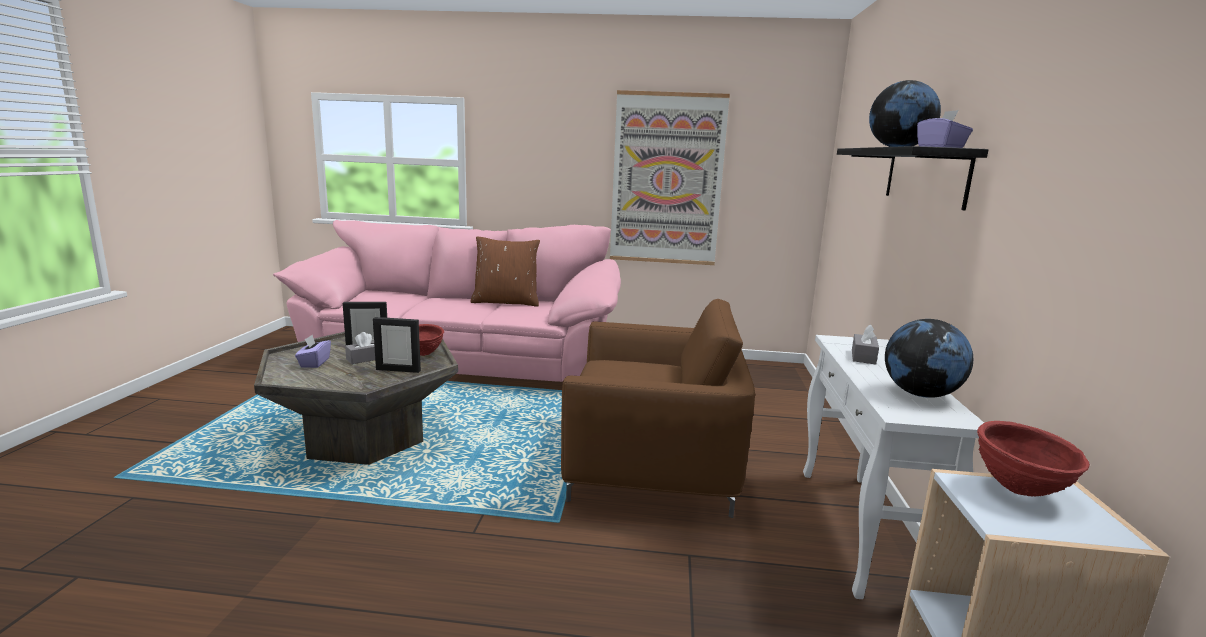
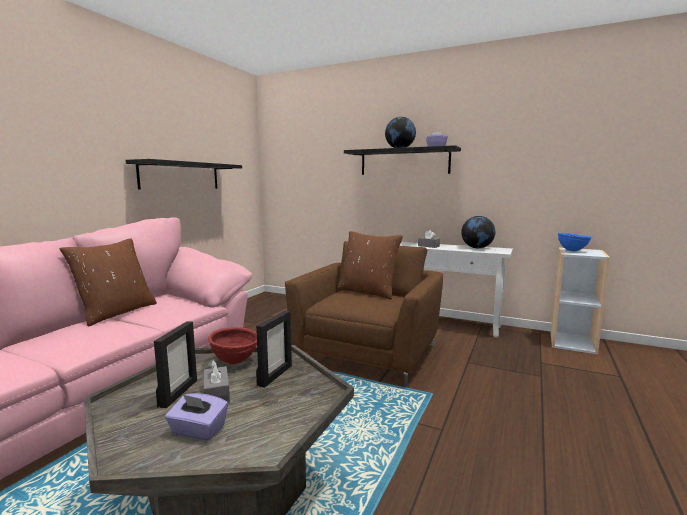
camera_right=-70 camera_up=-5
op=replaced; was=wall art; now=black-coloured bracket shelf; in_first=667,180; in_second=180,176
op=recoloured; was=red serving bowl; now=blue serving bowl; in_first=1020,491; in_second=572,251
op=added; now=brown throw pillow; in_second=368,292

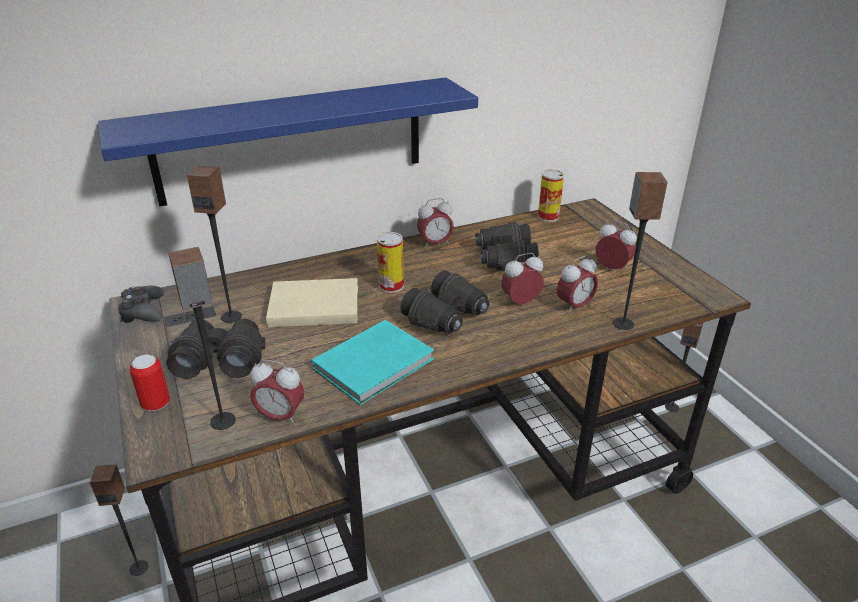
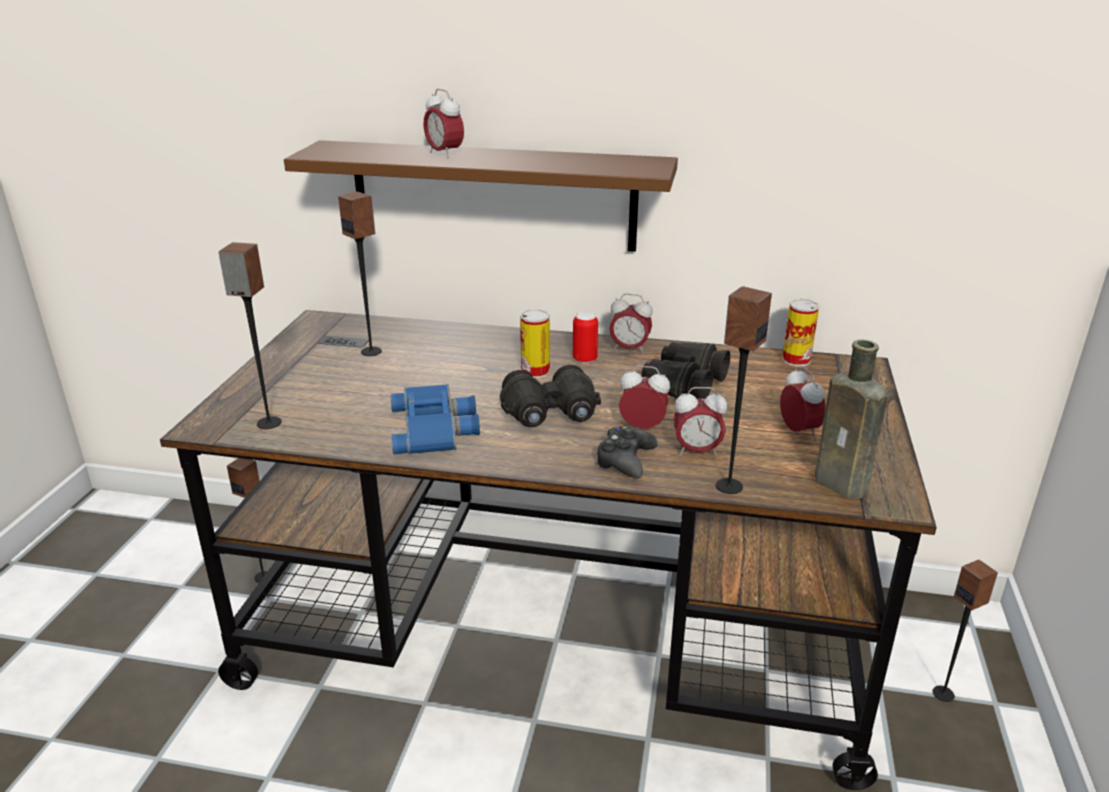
camera_right=35 camera_up=-5
op=recoloured; was=blue bracket shelf; now=brown bracket shelf; in_first=292,141; in_second=493,195
op=removed; was=beige volume; in_first=312,305
op=moved; was=black-coloured joypad; in_first=143,311; in_second=625,460
op=removed; was=black-coloured field glasses; in_first=220,359
op=replaced; was=turquoise-coloured volume; now=blue field glasses; in_first=377,363; in_second=436,428
op=moved; was=sealed can; in_first=156,404; in_second=584,359
op=moved; was=bedside clock; in_first=280,417; in_second=444,154
op=added; now=brown bottle; in_second=844,486

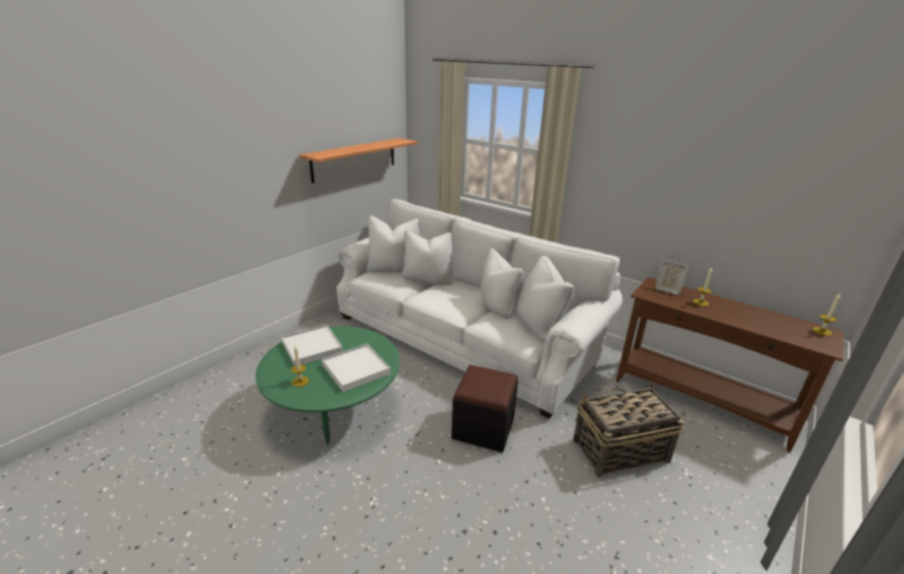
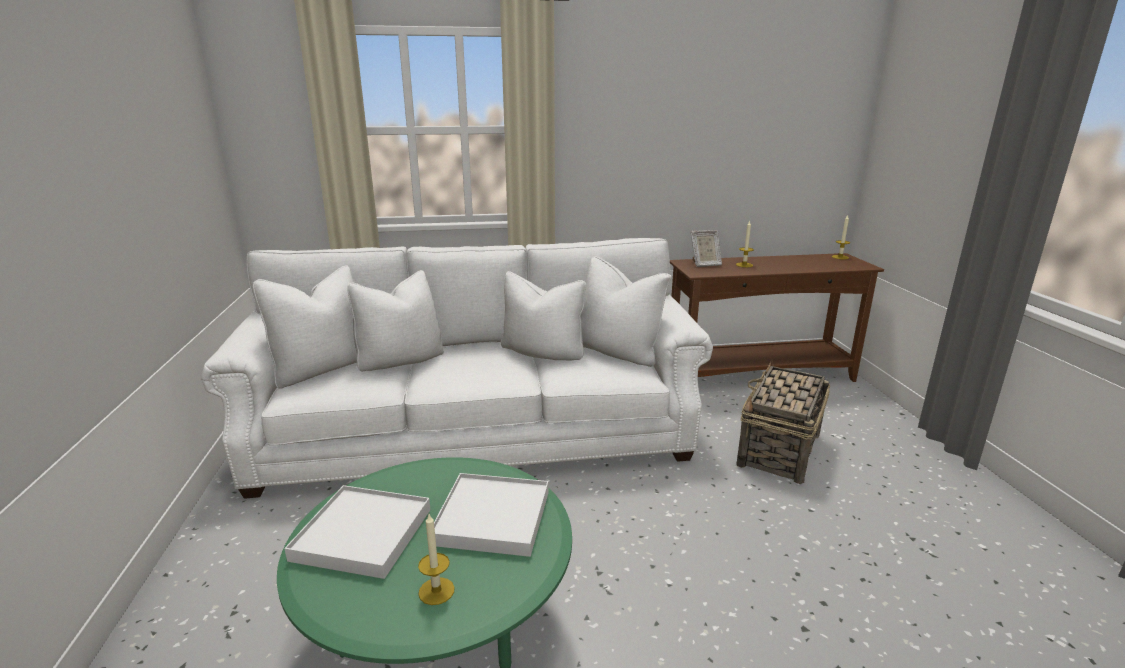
camera_right=-45 camera_up=-5
op=removed; was=bracket shelf; in_first=354,159
op=removed; was=black-coloured ottoman; in_first=483,428

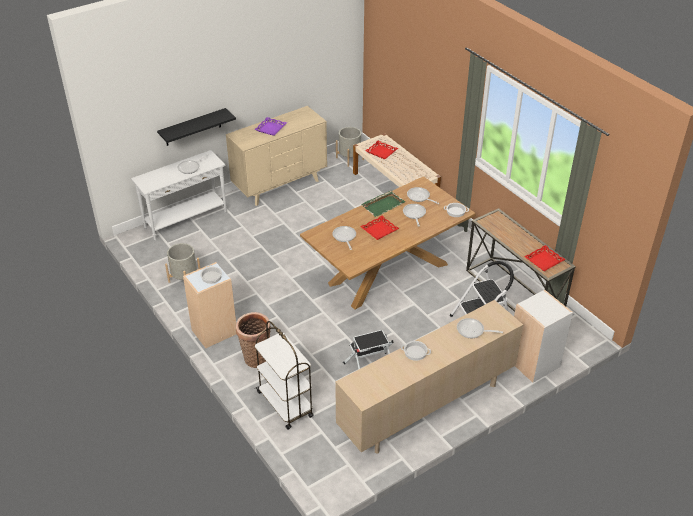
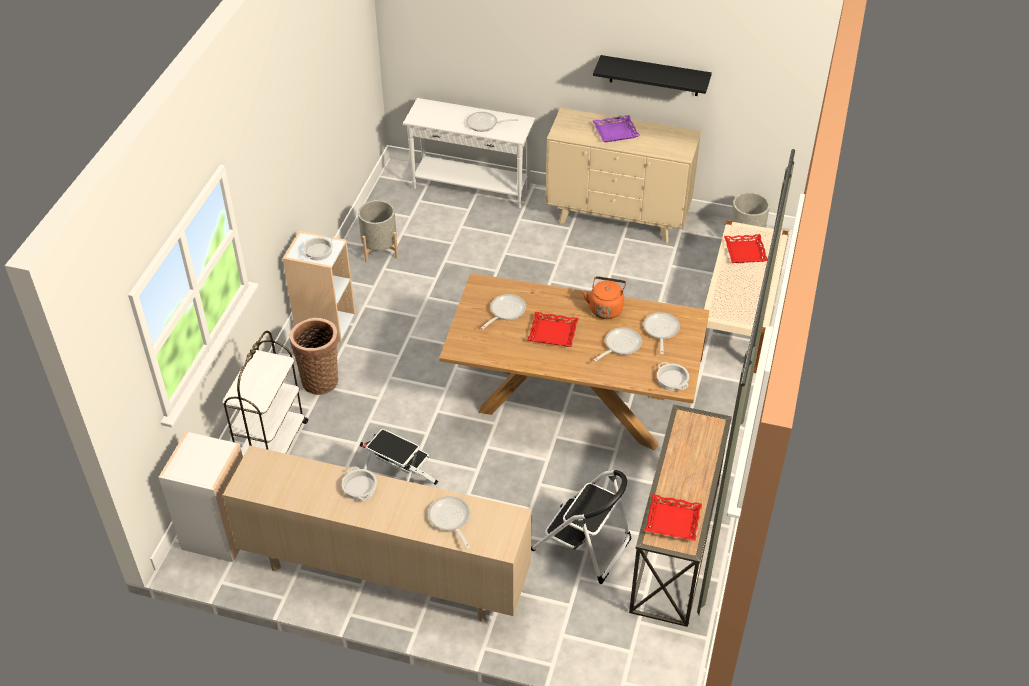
camera_right=50 camera_up=5
op=moved; was=black-coloured bracket shelf; in_first=193,127; in_second=654,76
op=replaced; was=greenish tray; now=orange tea kettle; in_first=383,205; in_second=606,308
op=moved; was=shelving unit; in_first=533,363; in_second=219,532

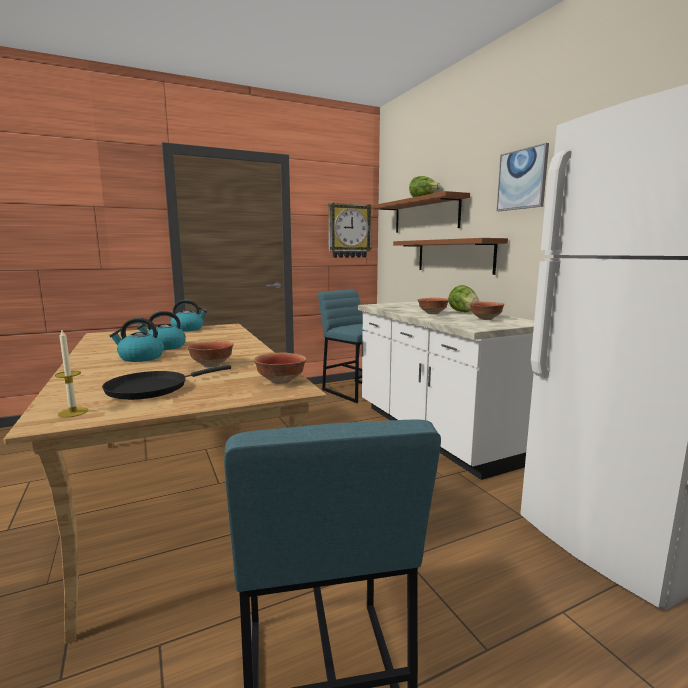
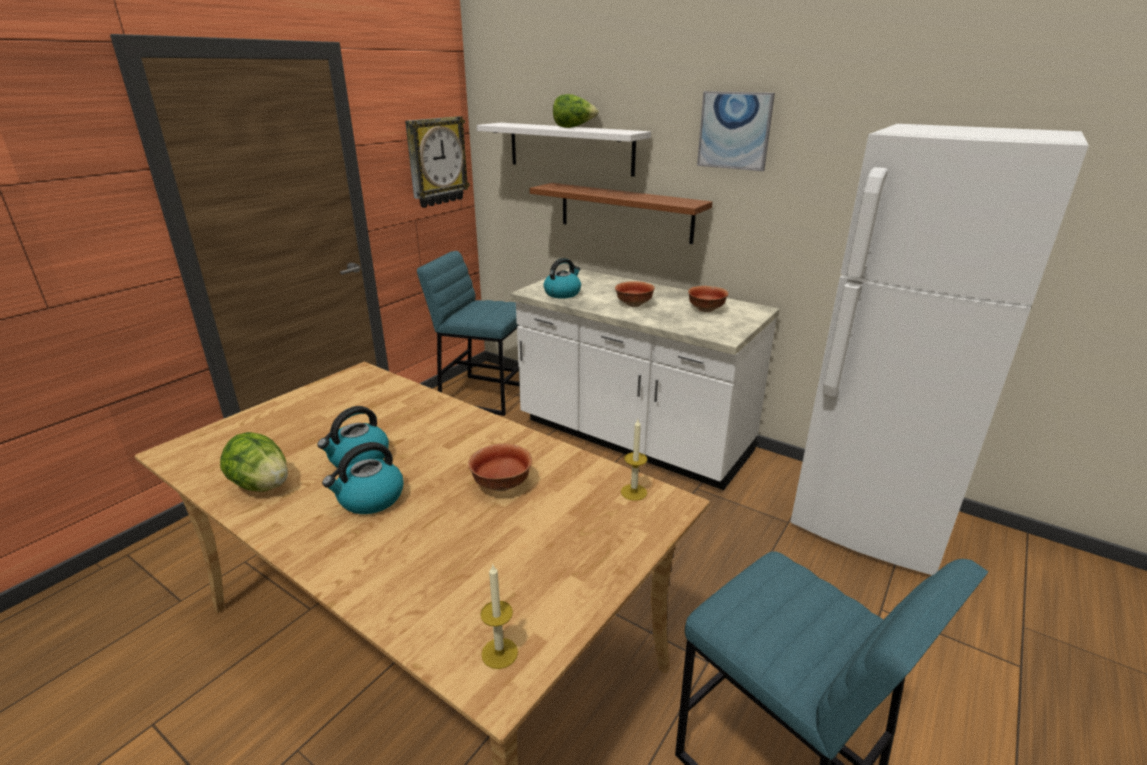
camera_right=-30 camera_up=15
op=recoloured; was=brown bracket shelf; now=whitish bracket shelf; in_first=425,215; in_second=570,148
op=moved; was=head of lettuce; in_first=463,312; in_second=261,485
op=moved; was=tea kettle; in_first=188,329; in_second=562,293
op=replaced; was=serving bowl; now=wax light; in_first=281,381; in_second=633,492
op=removed; was=black-coloured skillet; in_first=152,388

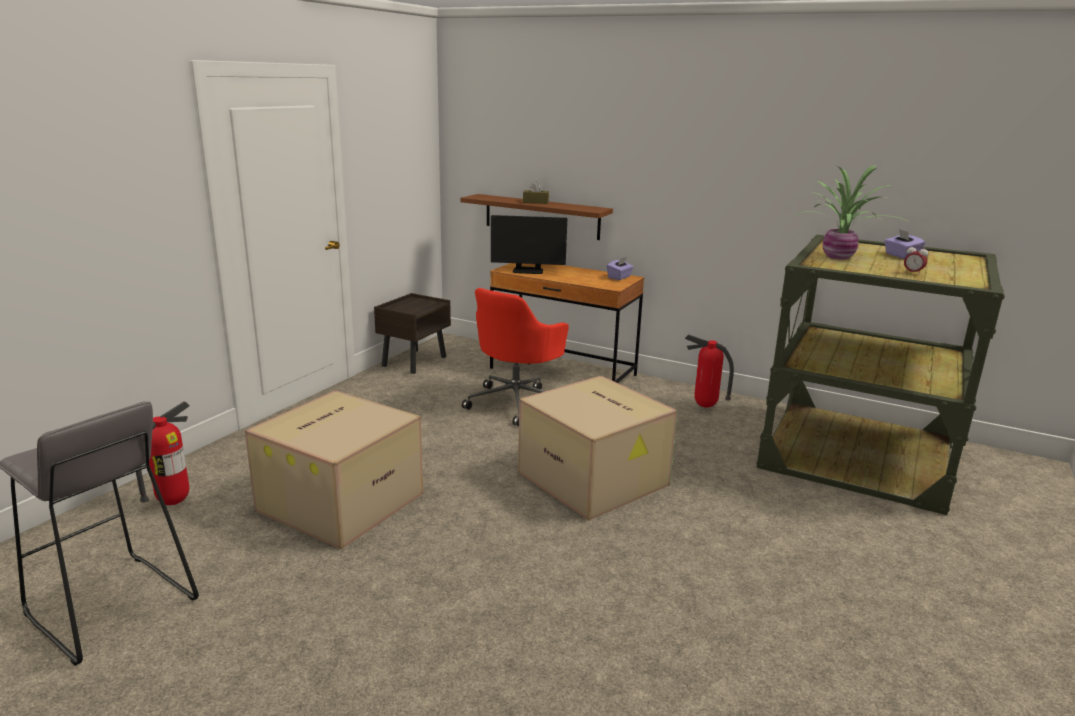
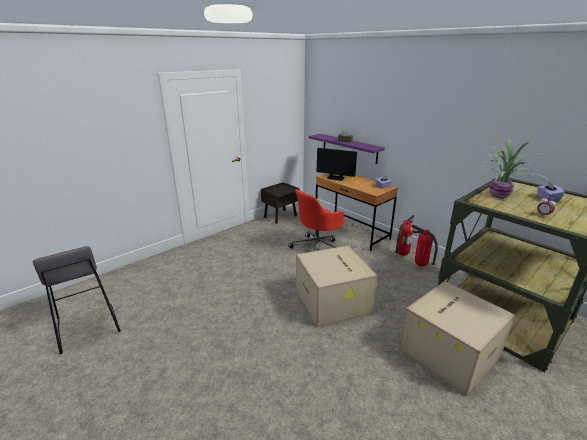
camera_right=20 camera_up=5
op=recoloured; was=brown bracket shelf; now=purple-coloured bracket shelf; in_first=541,216; in_second=349,148
op=moved; was=carton; in_first=341,500; in_second=448,351
op=moved; was=fire-fighting cylinder; in_first=173,502; in_second=402,254

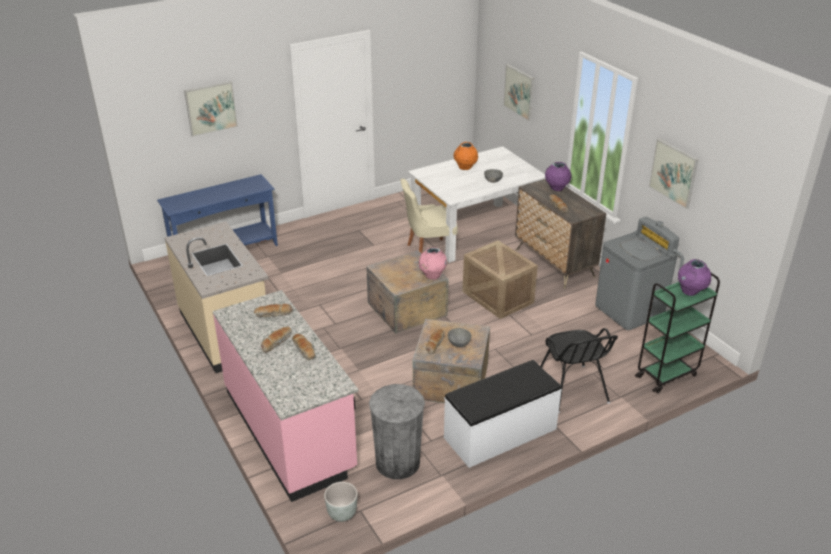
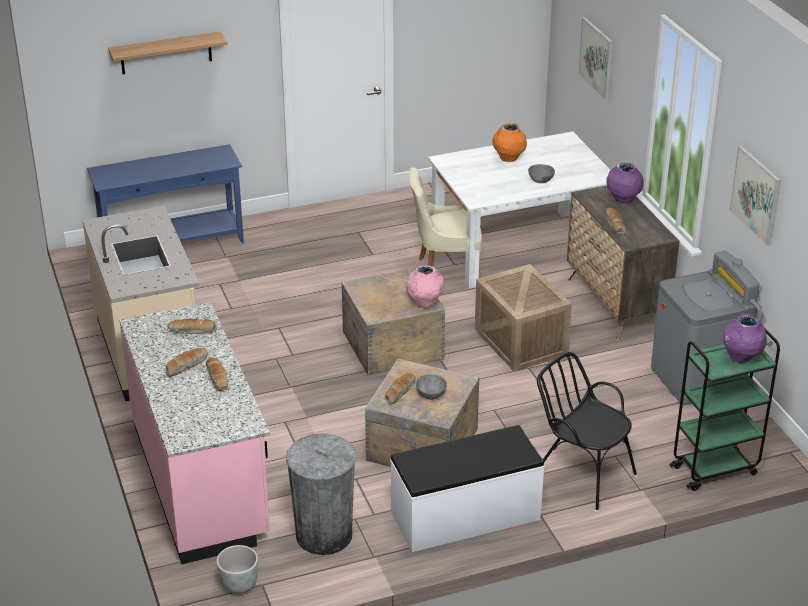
camera_right=10 camera_up=0
op=replaced; was=wall art; now=bracket shelf; in_first=211,108; in_second=166,53
op=turned; was=black-coloured chair; in_first=573,390; in_second=580,474; clockwise=135

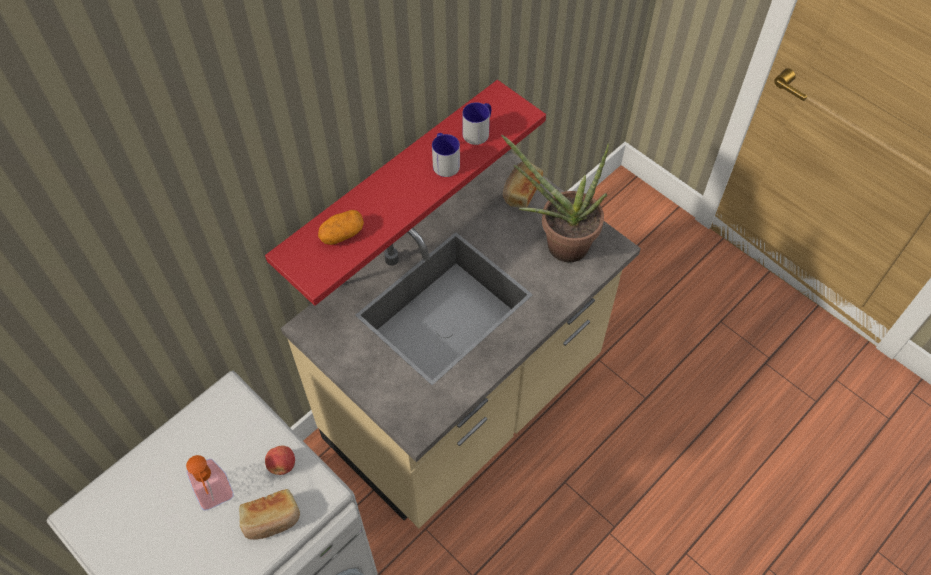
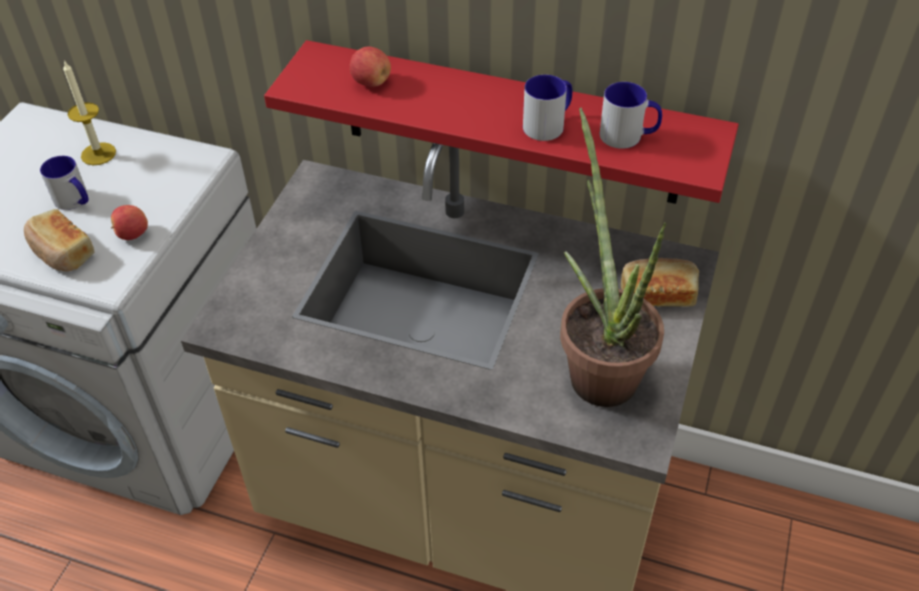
camera_right=65 camera_up=-10
op=replaced; was=whole potato; now=whole apple; in_first=342,234; in_second=371,82
op=replaced; was=liquid soap bottle; now=mug; in_first=216,498; in_second=75,201
op=added; now=wax light; in_second=98,154

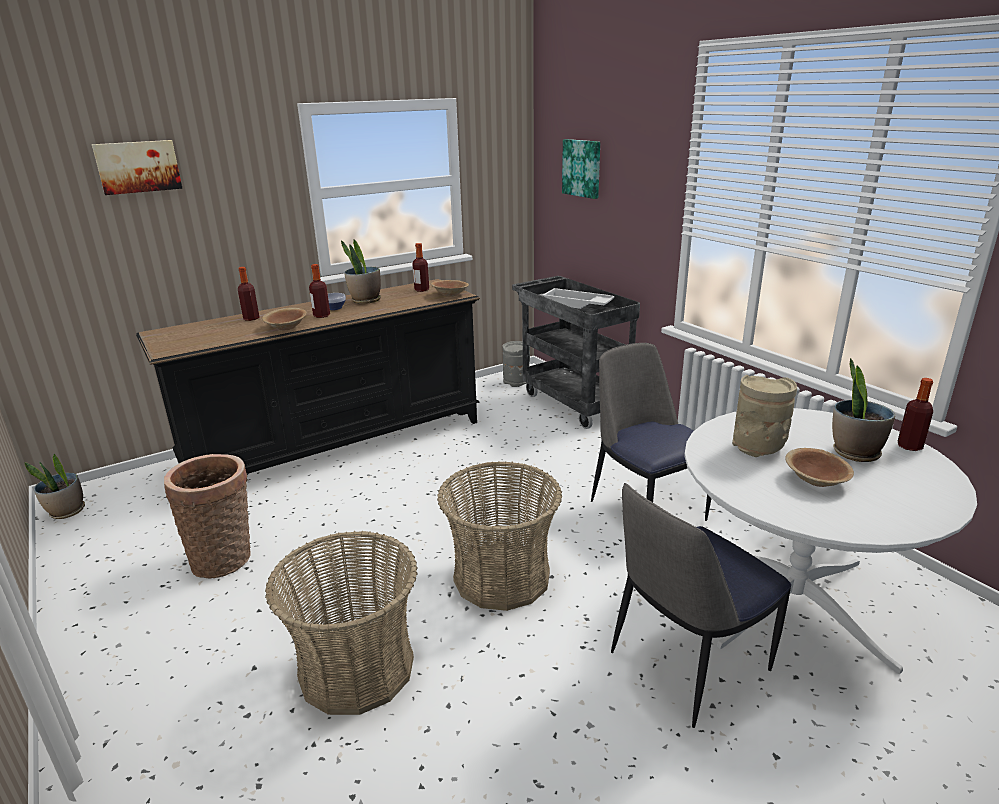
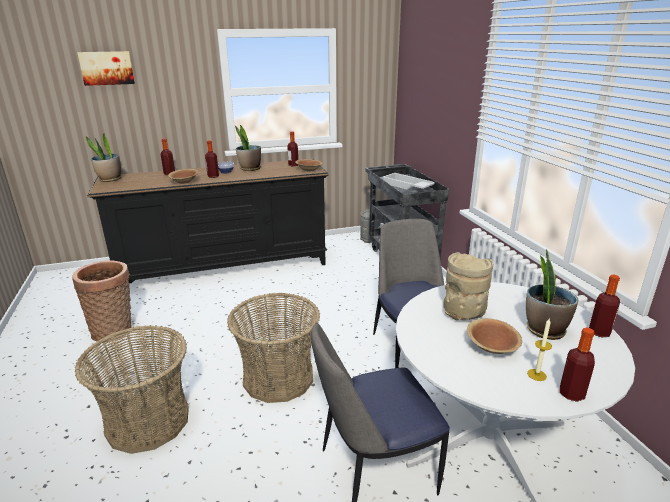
camera_right=15 camera_up=0
op=removed; was=wall art; in_first=582,168
op=moved; was=houseplant; in_first=67,512; in_second=110,179
op=added; now=wax light; in_second=536,375
op=added; now=bottle; in_second=571,394

